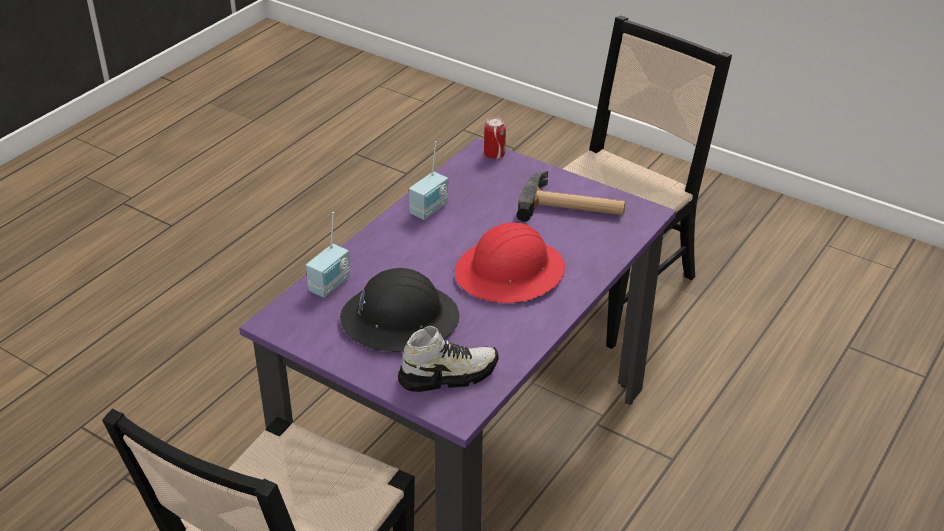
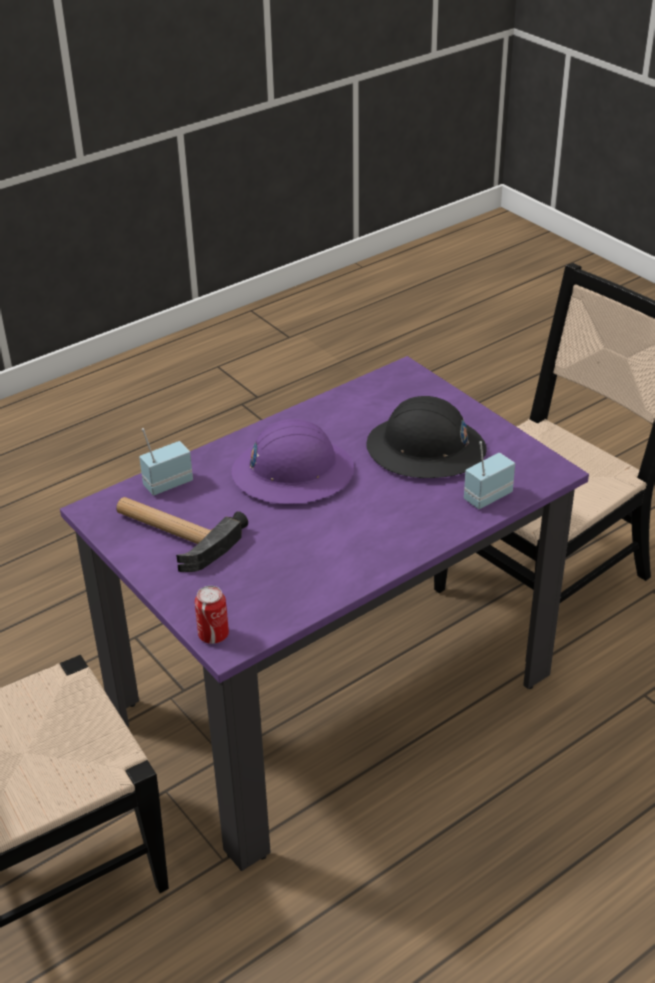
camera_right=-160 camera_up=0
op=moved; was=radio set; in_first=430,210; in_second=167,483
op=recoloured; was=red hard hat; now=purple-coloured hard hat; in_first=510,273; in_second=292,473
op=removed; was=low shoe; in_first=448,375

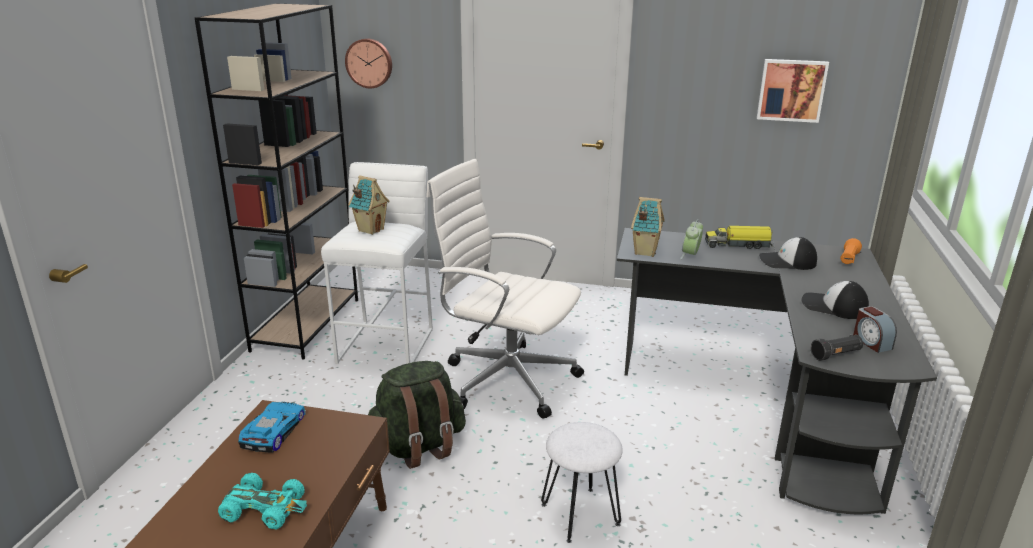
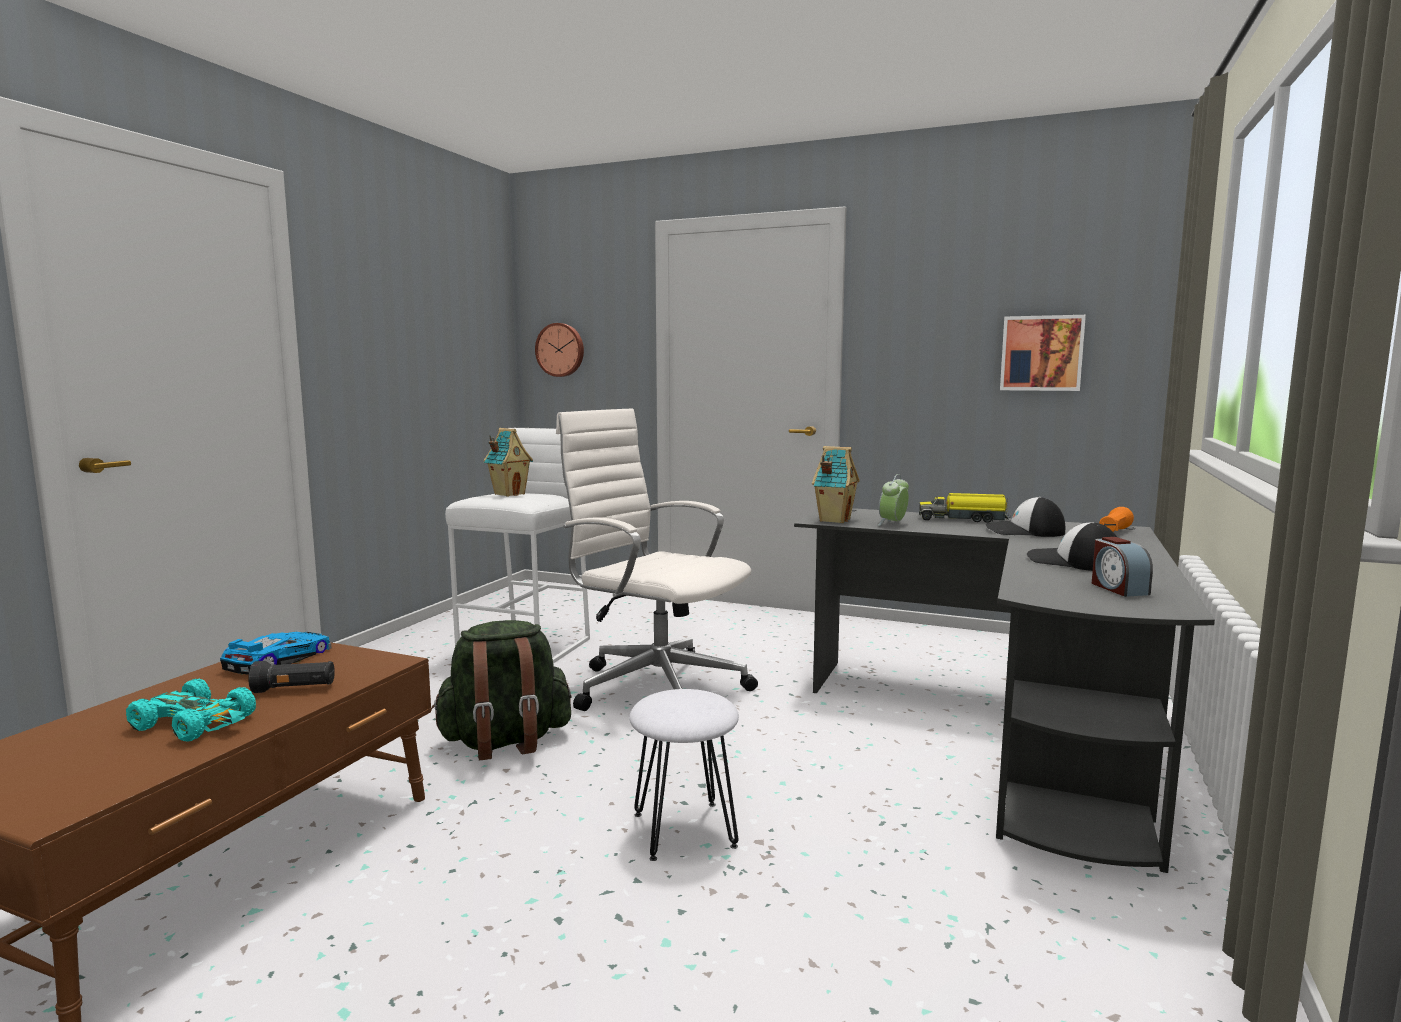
camera_right=10 camera_up=-15
op=removed; was=beige shelving unit; in_first=306,324
op=moved; was=black-coloured hand torch; in_first=836,355; in_second=295,689

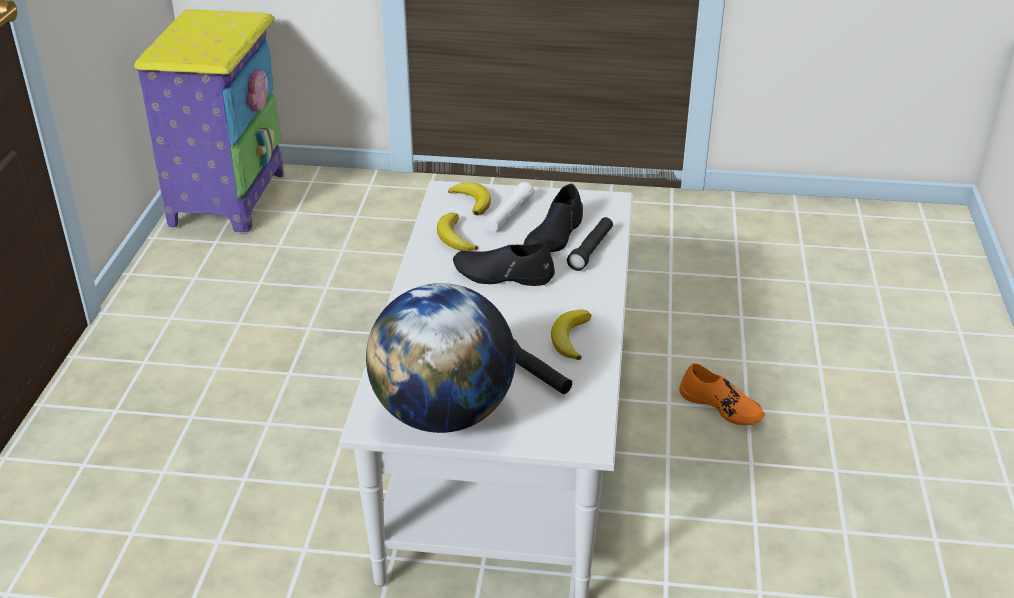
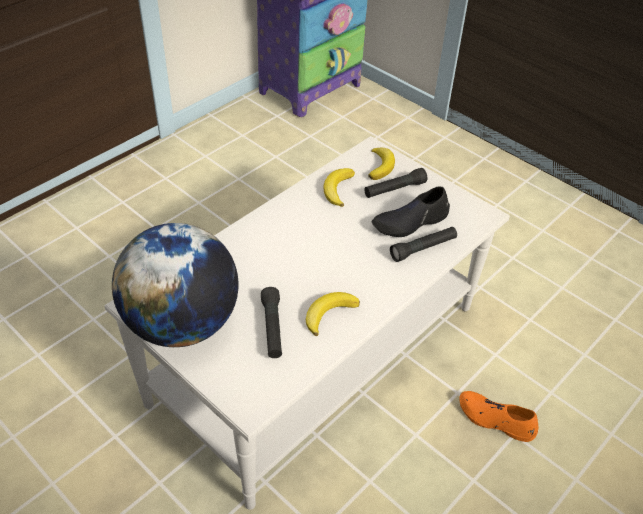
camera_right=35 camera_up=10
op=recoloured; was=whitish hand torch; now=black-coloured hand torch; in_first=509,215; in_second=394,189
op=removed; was=black-coloured low shoe; in_first=503,275
op=turned; was=orange low shoe; in_first=721,406; in_second=495,419; clockwise=135

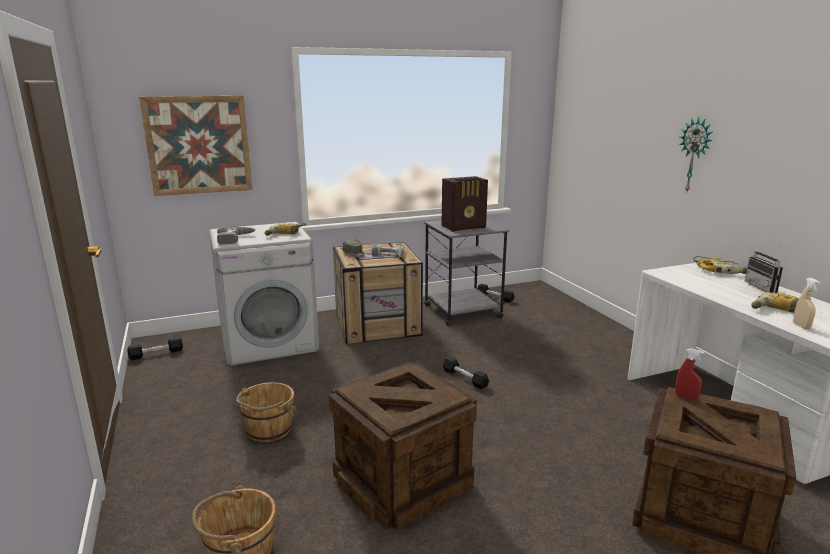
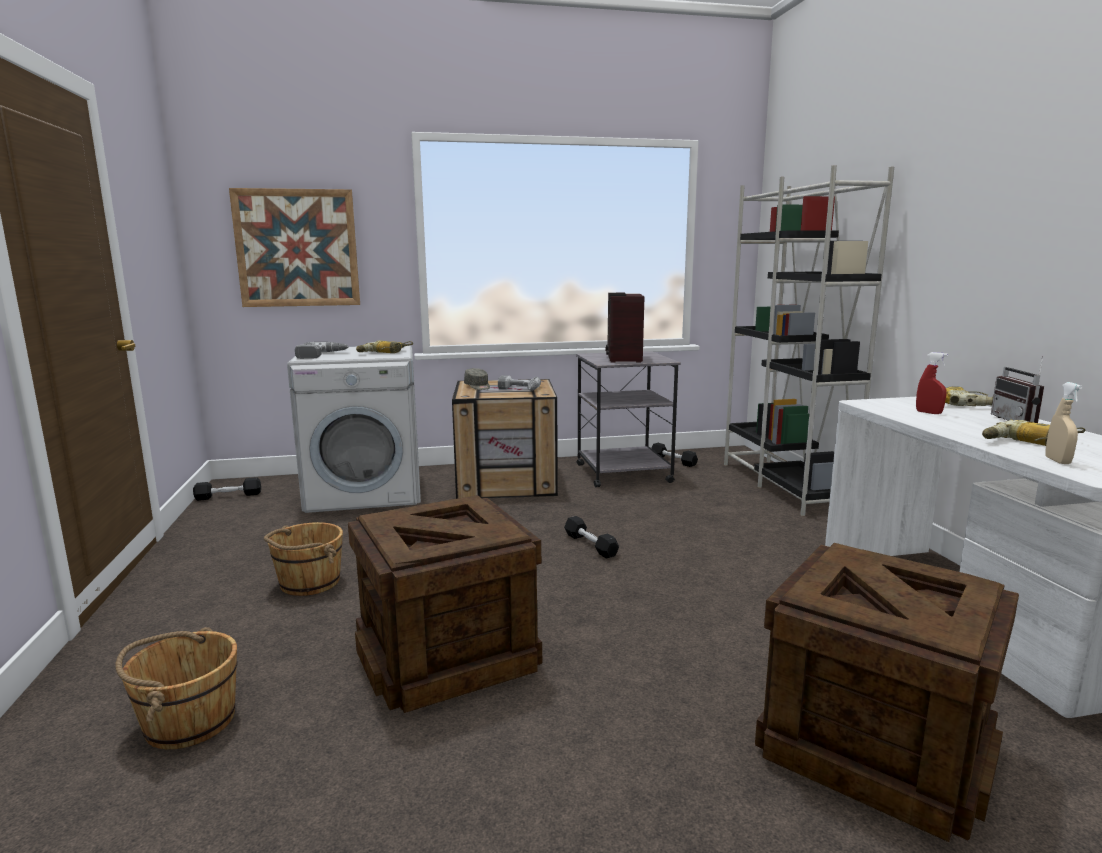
camera_right=10 camera_up=-5
op=removed; was=hanging clock; in_first=695,155
op=turned; was=radio set; in_first=464,227; in_second=623,359; clockwise=105
op=moved; was=red hand sprayer; in_first=686,397; in_second=928,412
op=added; now=black-coloured shelving unit; in_second=784,486

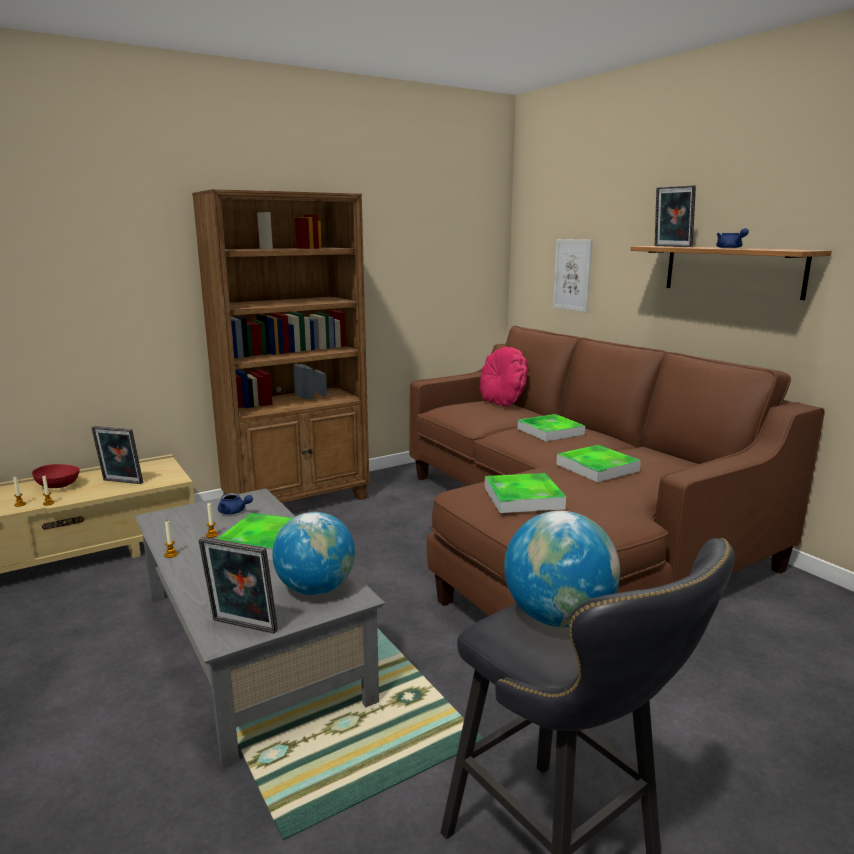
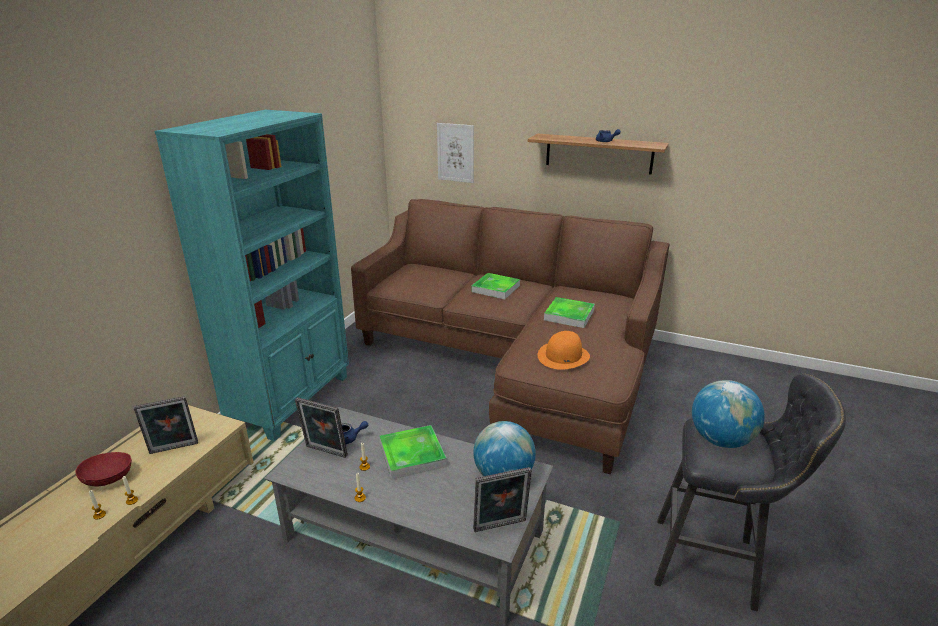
camera_right=-35 camera_up=10
op=moved; was=photo frame; in_first=671,246; in_second=325,452
op=recoloured; was=brown shelving unit; now=turquoise-coloured shelving unit; in_first=298,501; in_second=292,400
op=removed; was=pink throw pillow; in_first=502,403
op=replaced; was=tray; now=orange clothing hat; in_first=523,498; in_second=563,356

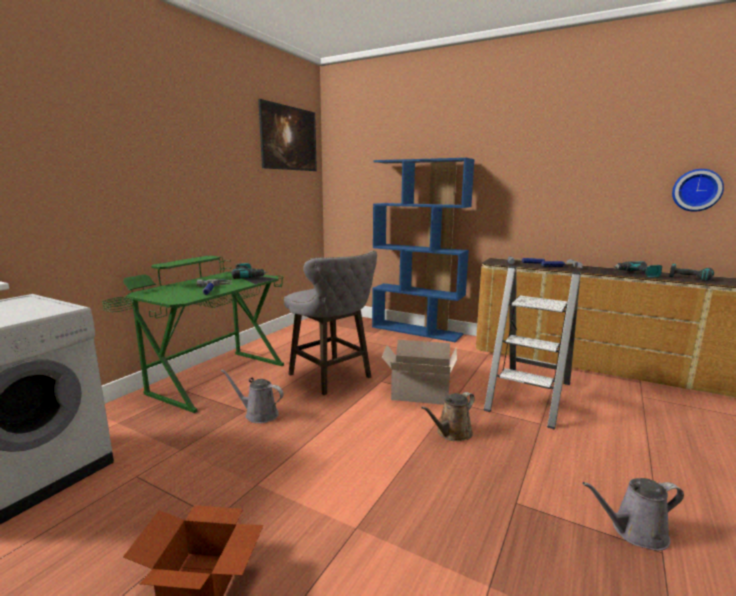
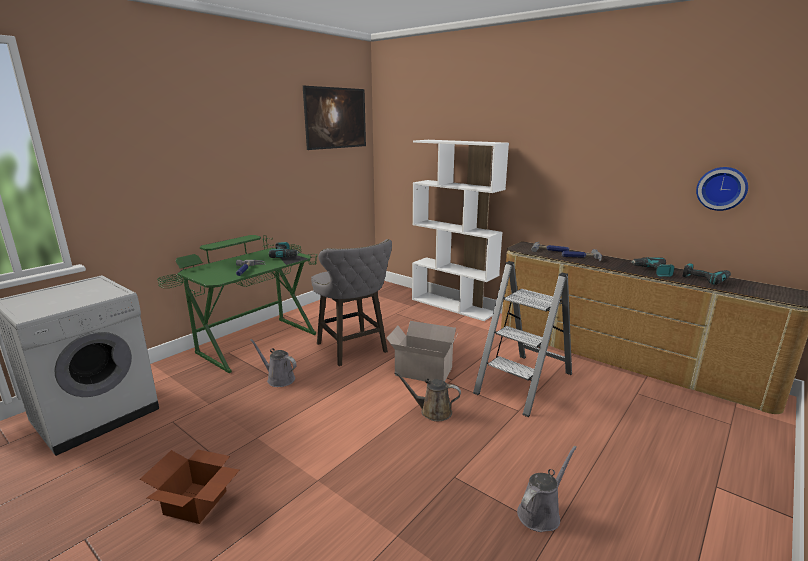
camera_right=10 camera_up=5
op=recoloured; was=blue shelving unit; now=whitish shelving unit; in_first=417,330; in_second=453,306
op=turned; was=brown watering can; in_first=452,433; in_second=432,411; clockwise=45
op=turned; was=gray watering can; in_first=635,532; in_second=541,512; clockwise=135

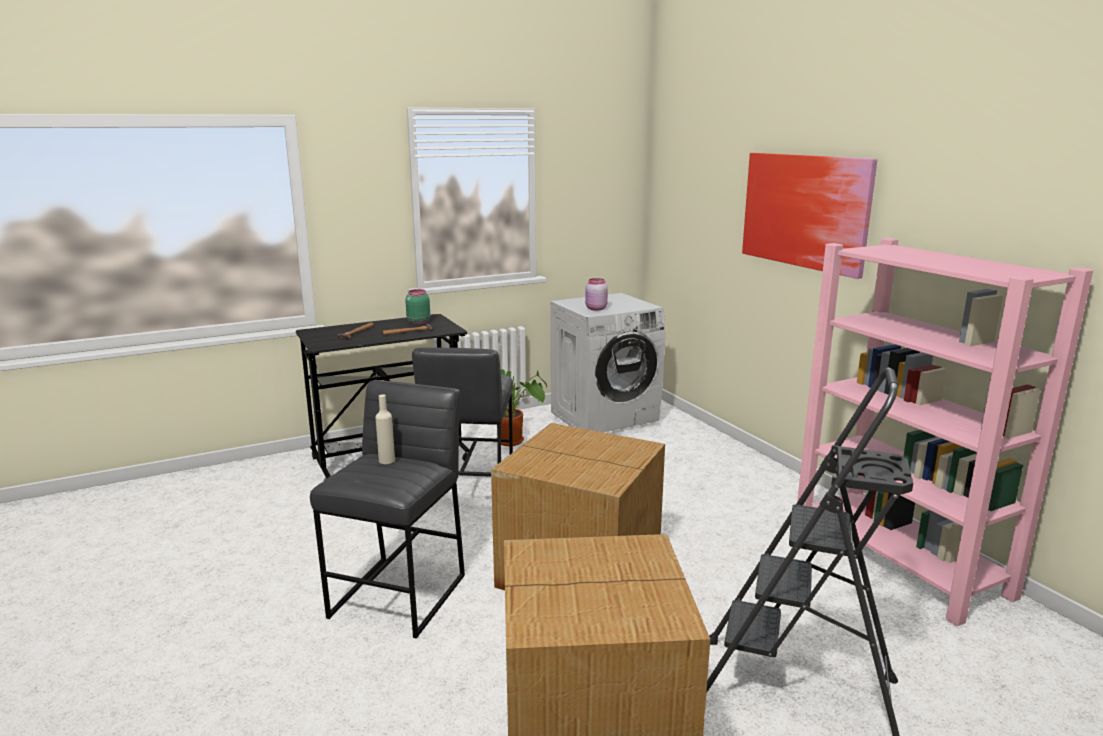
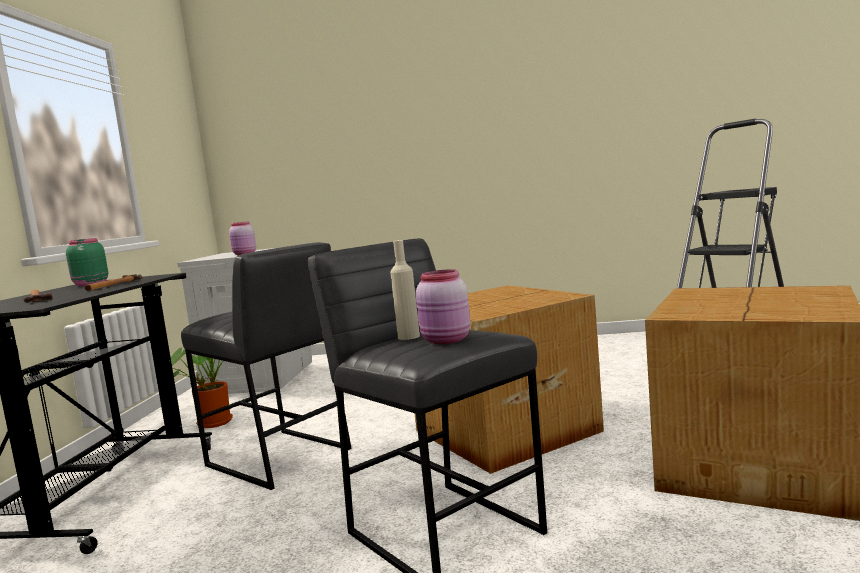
camera_right=-55 camera_up=-10
op=removed; was=wall art; in_first=805,211
op=removed; was=pink shelving unit; in_first=898,559
op=added; now=pink jar; in_second=446,340

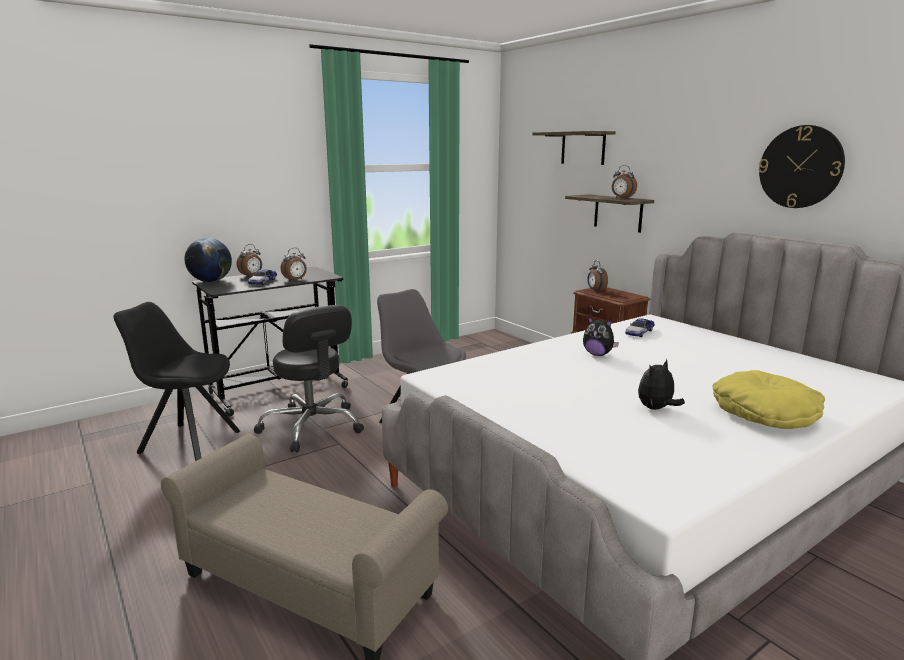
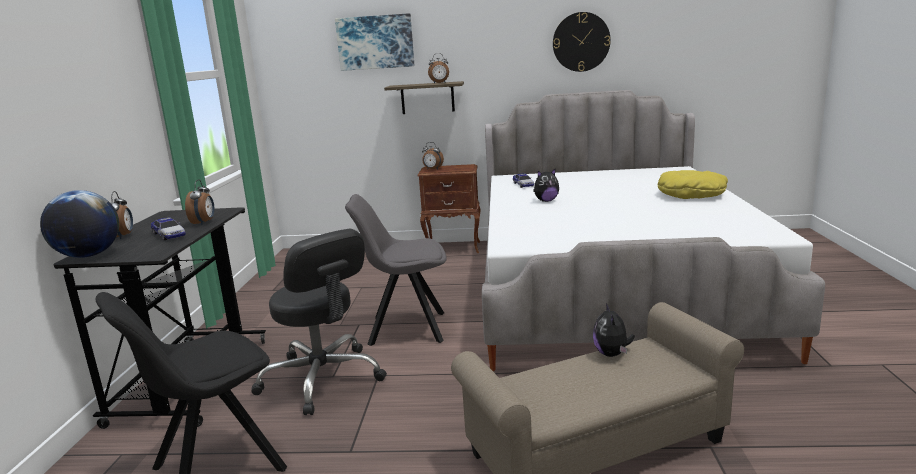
camera_right=-50 camera_up=0
op=replaced; was=bracket shelf; now=wall art; in_first=583,148; in_second=375,42
op=turned; was=black-coloured desk chair; in_first=313,428; in_second=324,381; clockwise=45
op=moved; was=plush toy; in_first=656,409; in_second=612,354

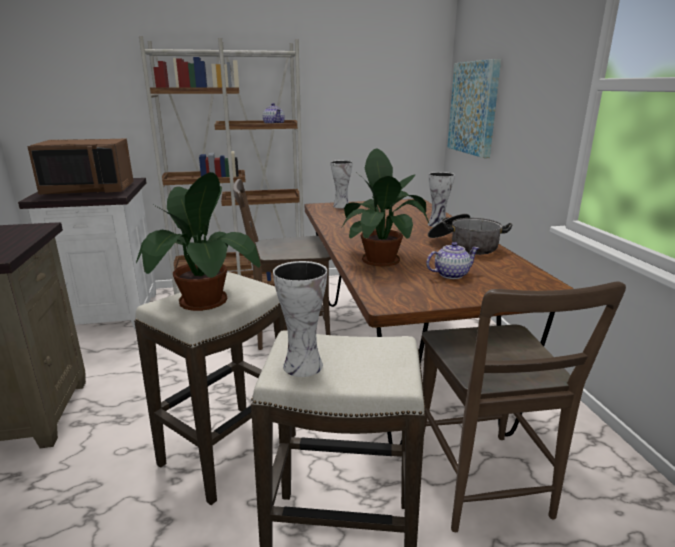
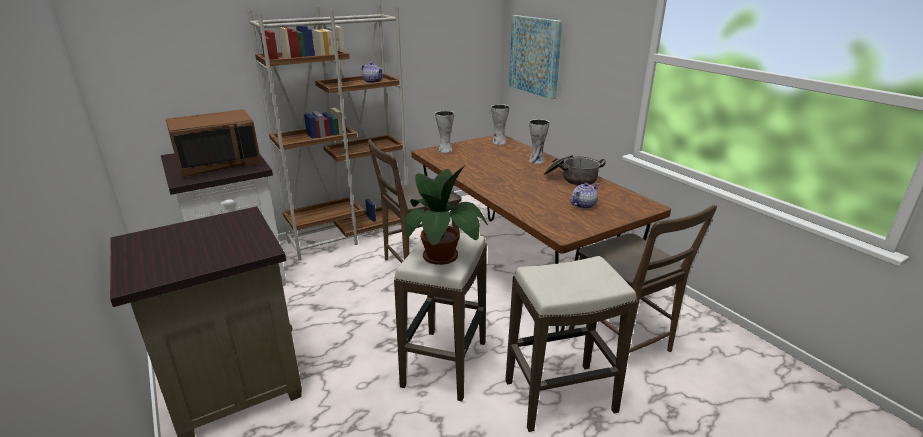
camera_right=-20 camera_up=5
op=removed; was=houseplant; in_first=381,258
op=moved; was=flower vase; in_first=301,365; in_second=498,142

